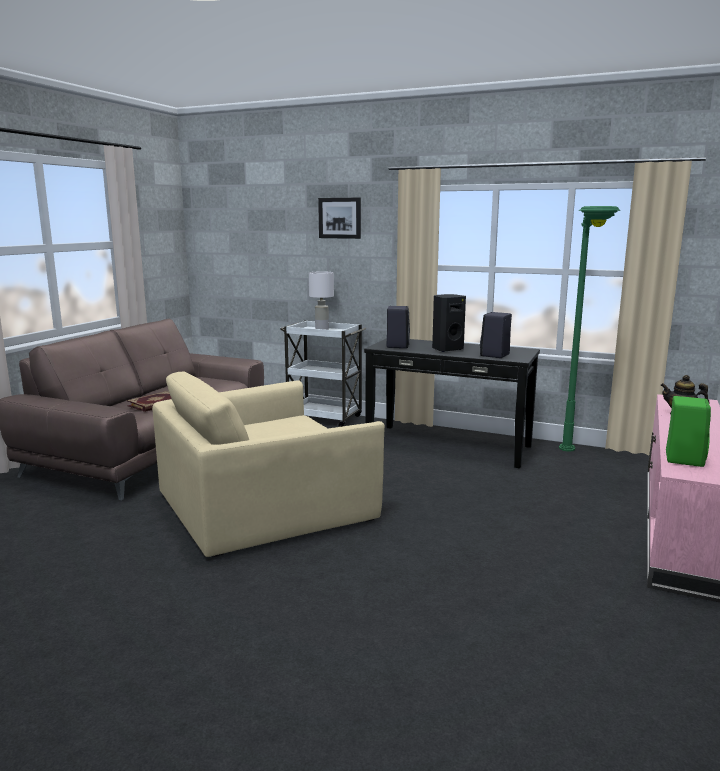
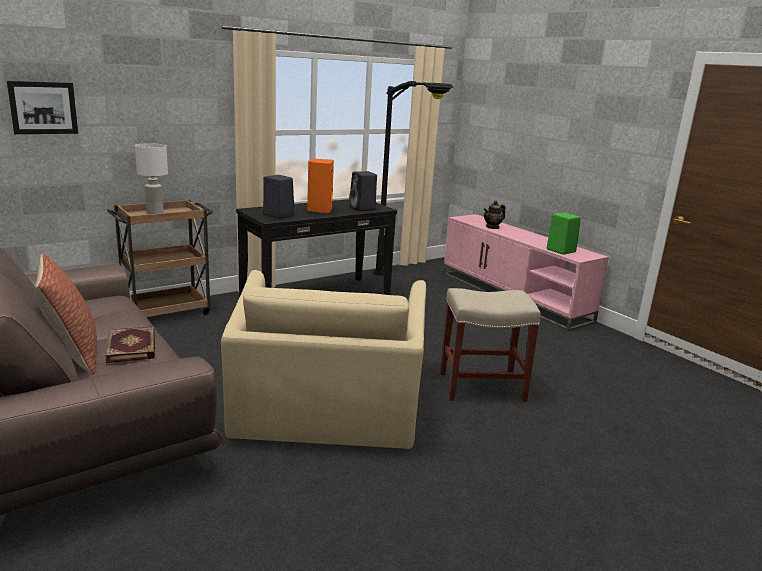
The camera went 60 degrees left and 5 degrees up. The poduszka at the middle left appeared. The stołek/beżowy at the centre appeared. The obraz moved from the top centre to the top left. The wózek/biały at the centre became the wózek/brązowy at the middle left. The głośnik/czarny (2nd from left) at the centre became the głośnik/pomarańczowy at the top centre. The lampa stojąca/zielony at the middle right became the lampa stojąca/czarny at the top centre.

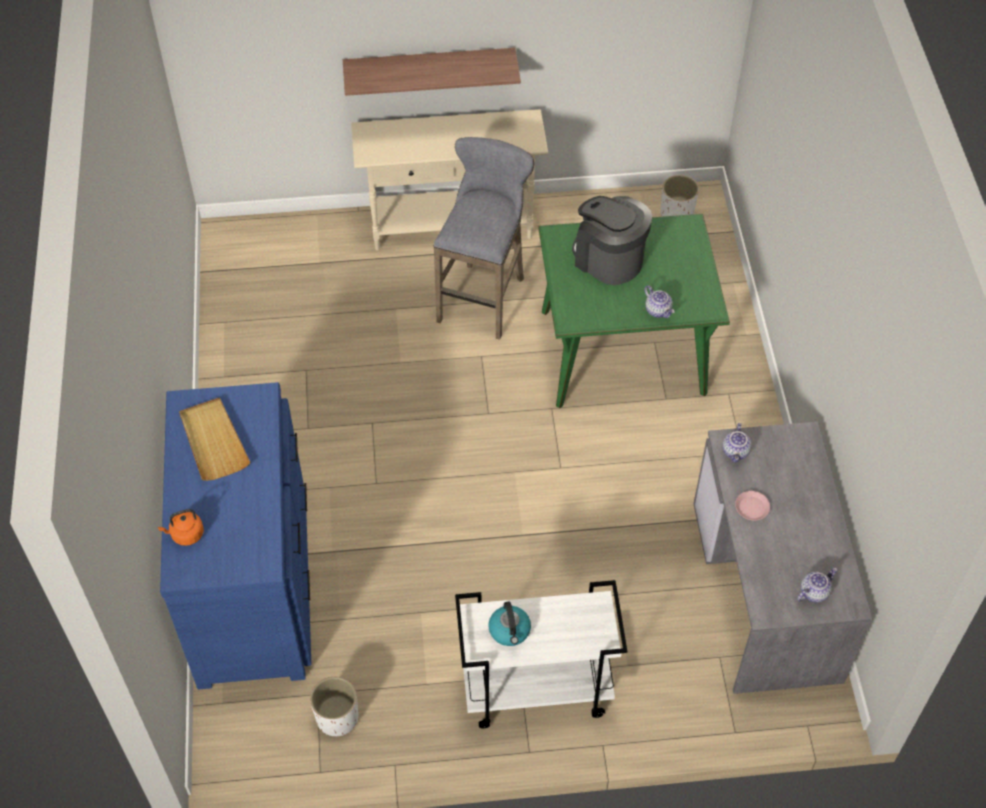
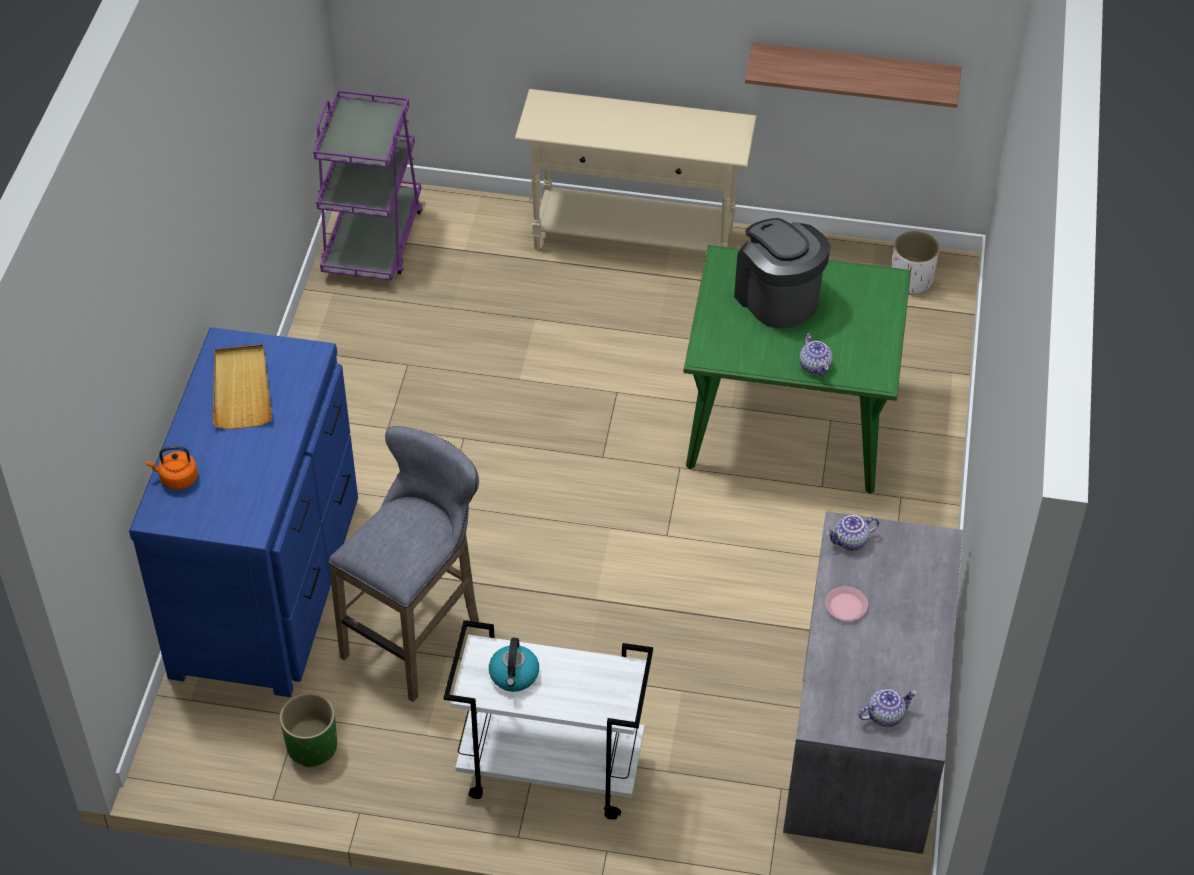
The camera went 15 degrees right and 5 degrees down. The wózek/fioletowy at the top left appeared. The półka moved from the top centre to the top right. The stołek/szary moved from the top centre to the centre. The donica/biały (1st from left) at the bottom centre became the donica/zielony at the bottom left. The imbryk (2nd from left) at the middle right turned 45 degrees clockwise.

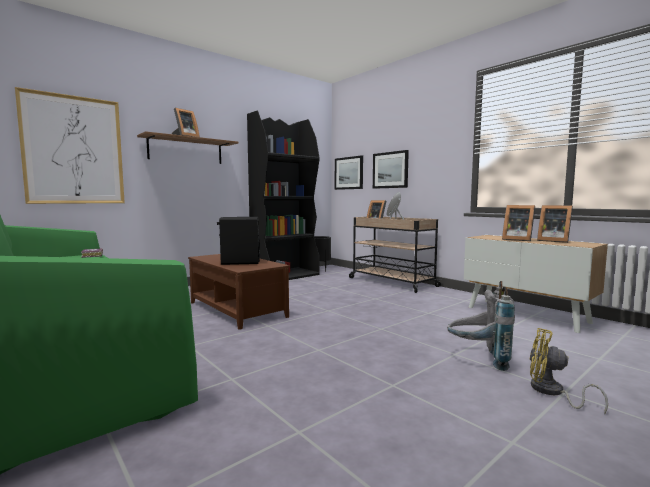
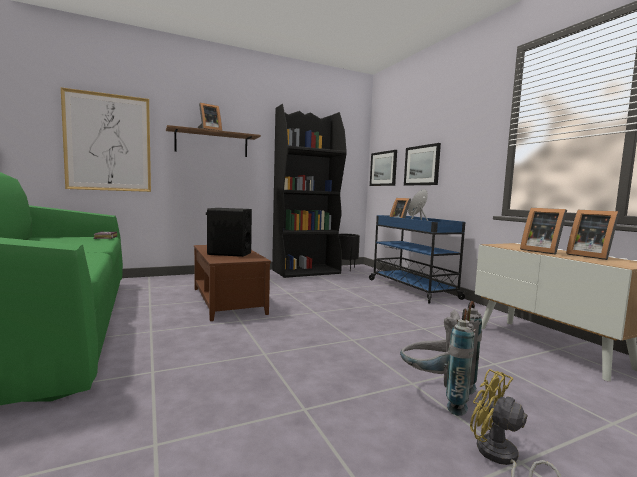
The camera went 15 degrees right and 0 degrees up. The wózek/beżowy at the centre became the wózek/niebieski at the centre.

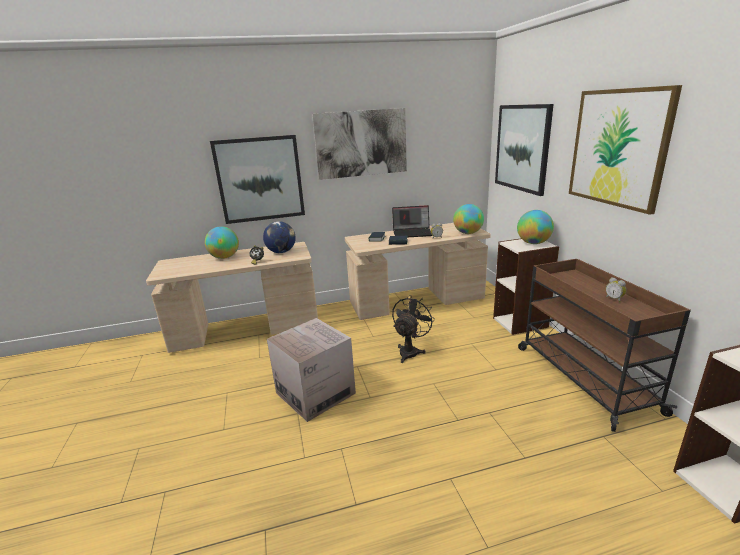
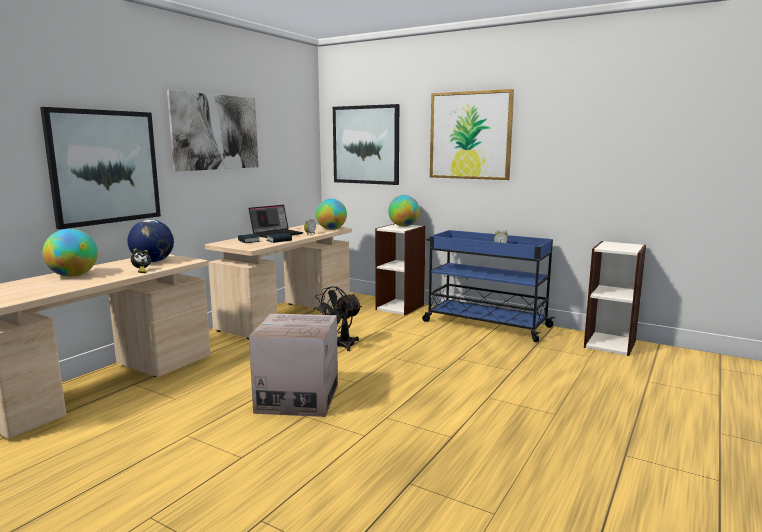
The camera went 45 degrees left and 10 degrees down. The wózek/brązowy at the middle right became the wózek/niebieski at the centre. The wentylator/czarny at the centre turned 120 degrees counterclockwise.

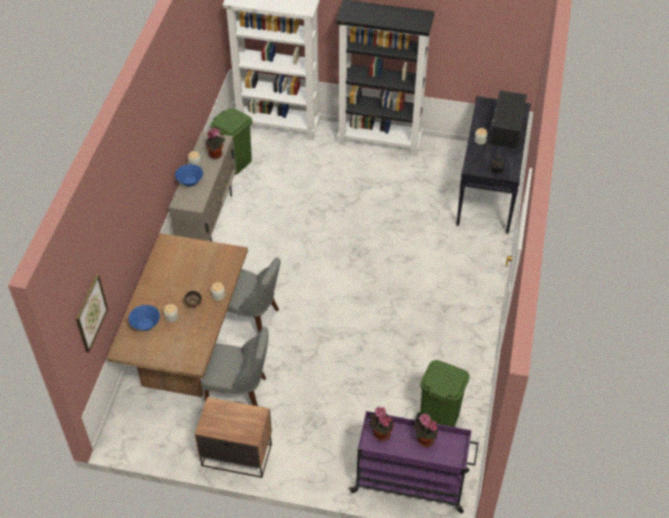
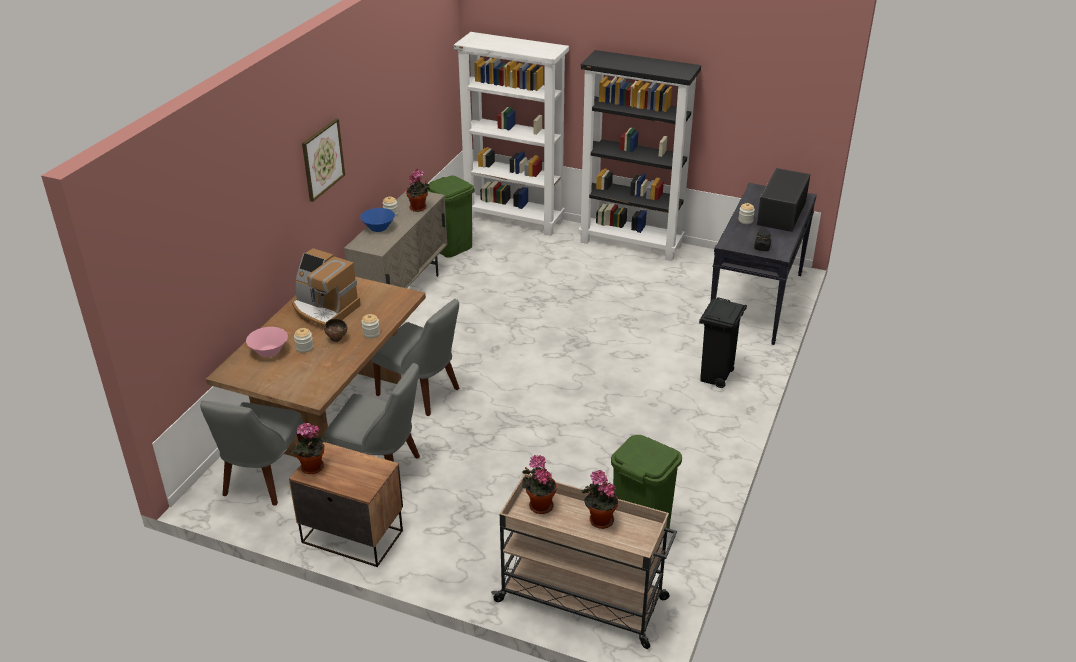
The camera went 10 degrees right and 15 degrees down. The krzesło/szary (1st from left) at the bottom left appeared. The roślina doniczkowa (1st from left) at the bottom left appeared. The ekspres do kawy at the middle left appeared. The kosz na śmieci/czarny at the middle right appeared. The obraz moved from the middle left to the top left. The miska/niebieski (1st from left) at the middle left became the miska/różowy at the middle left. The wózek/fioletowy at the bottom centre became the wózek/beżowy at the bottom centre.

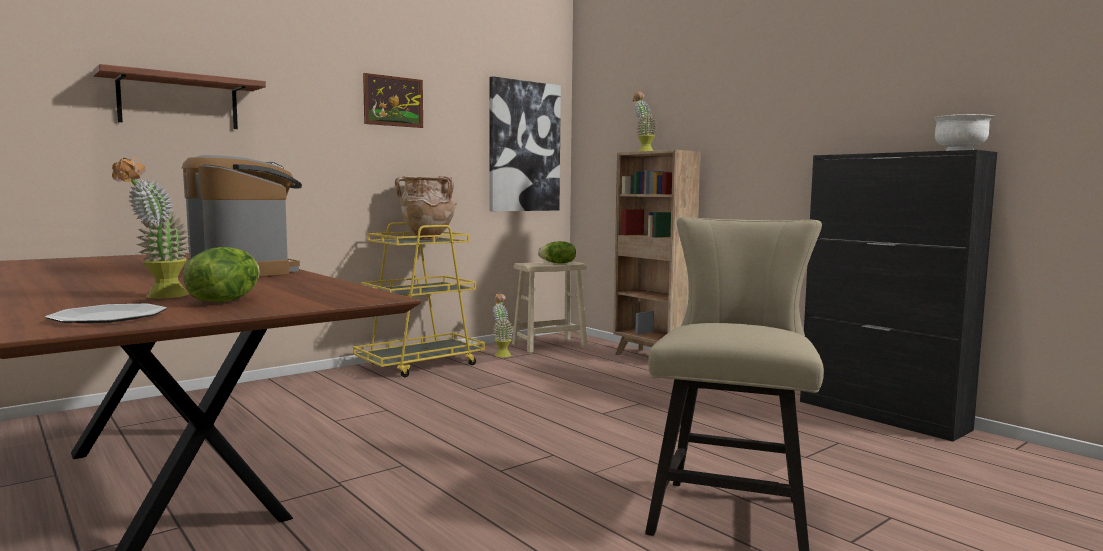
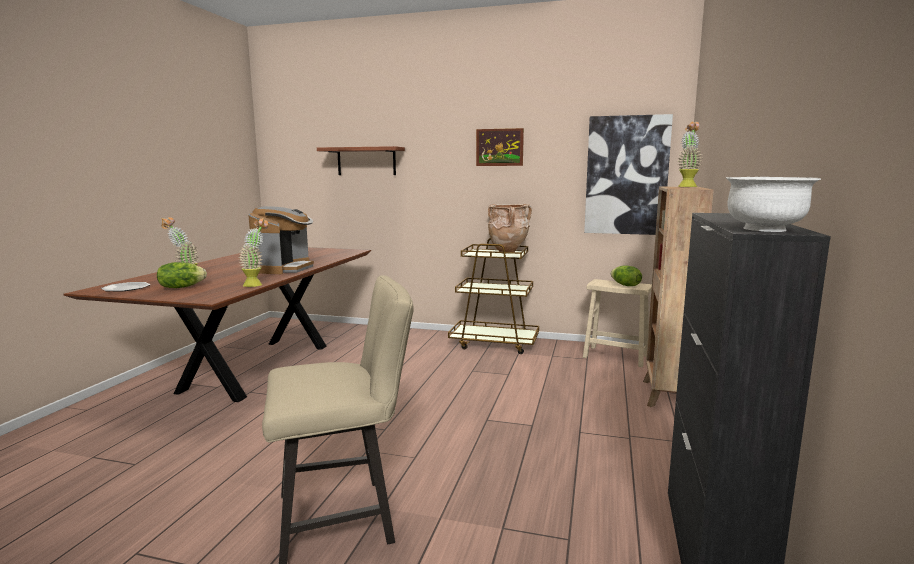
The camera went 55 degrees right and 5 degrees up. The roślina doniczkowa (2nd from left) moved from the centre to the middle left. The wózek/żółty at the centre became the wózek/brązowy at the centre.

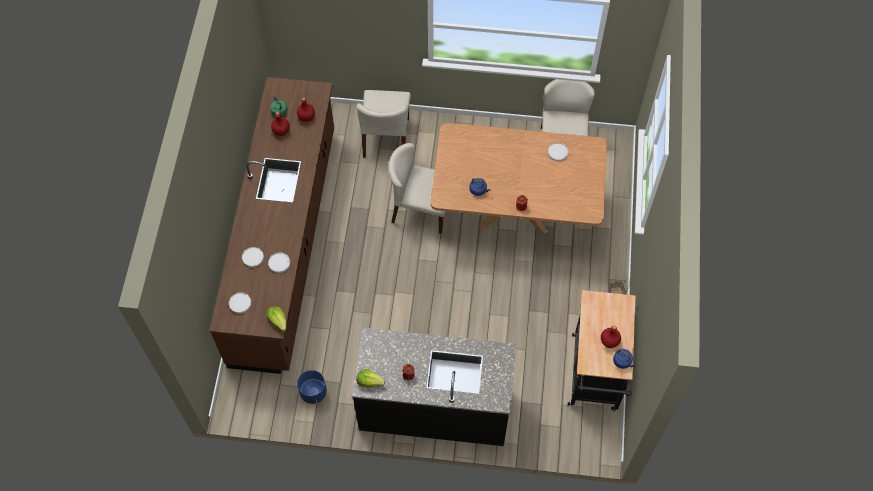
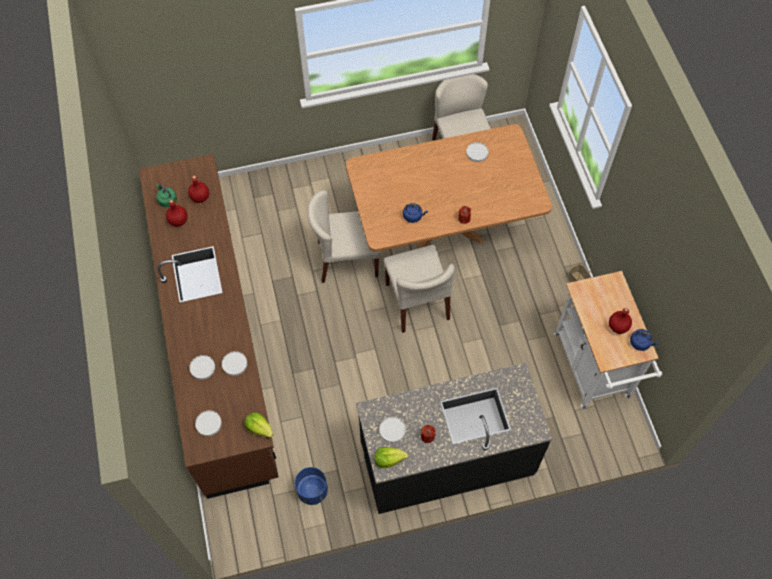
The camera went 20 degrees left and 0 degrees up. The talerz/biały (4th from left) at the bottom centre appeared. The krzesło/beżowy (1st from left in the first image) moved from the top centre to the centre. The wózek/czarny at the bottom right became the wózek/biały at the middle right.

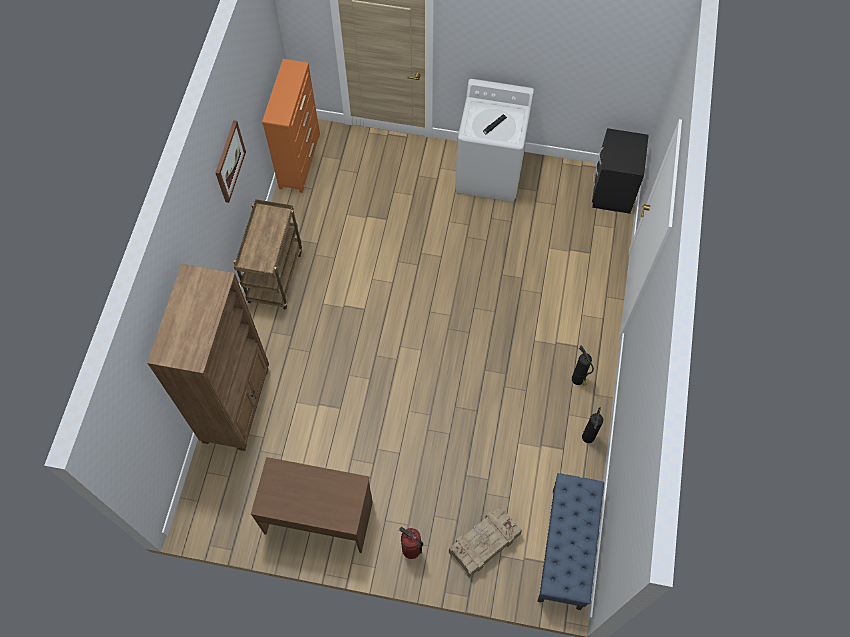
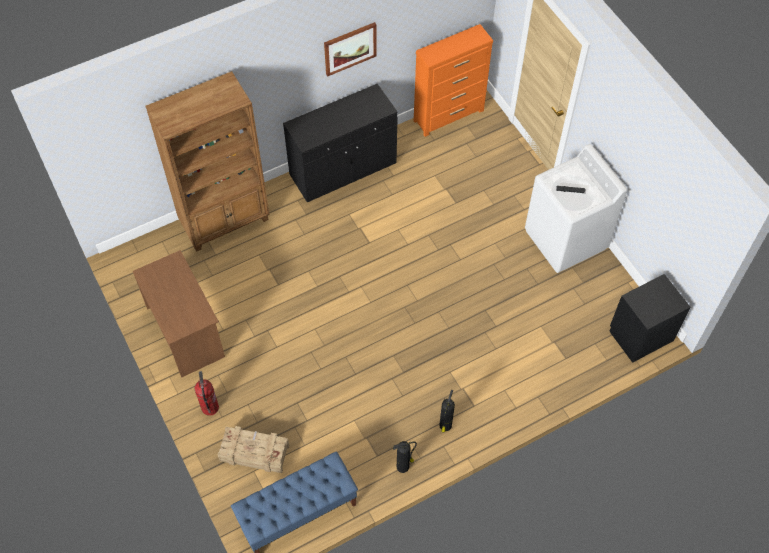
The camera went 50 degrees right and 5 degrees down. The wózek/brązowy at the middle left was replaced by the szafka/czarny at the top centre.

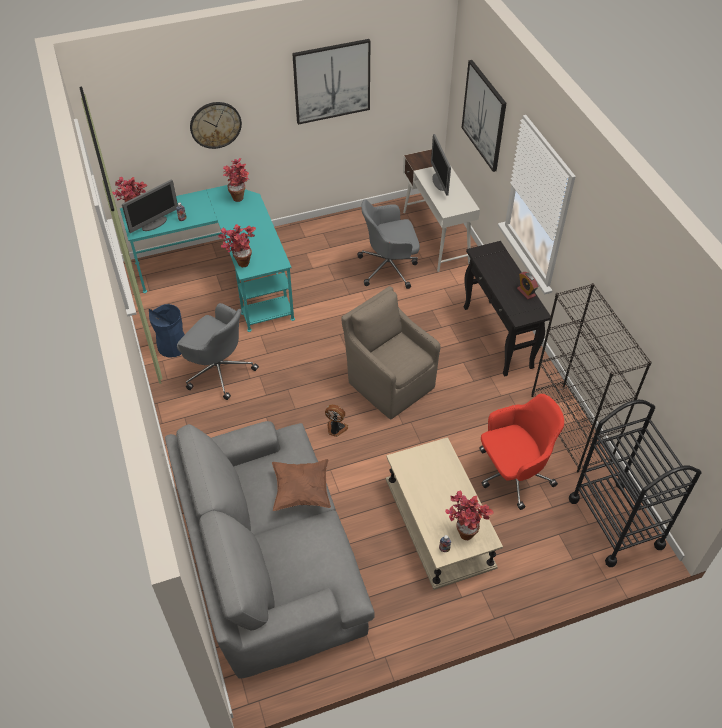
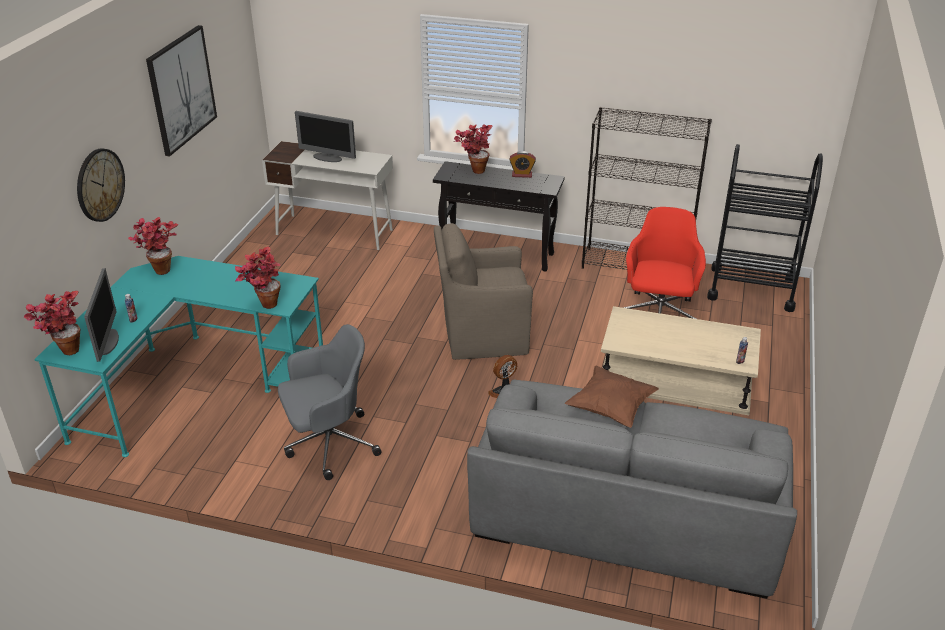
The camera went 55 degrees left and 15 degrees down. The kosz na śmieci/niebieski at the middle left disappeared. The krzesło biurowe/szary (2nd from left) at the centre disappeared. The obraz (2nd from left) at the top right disappeared. The roślina doniczkowa (4th from left) moved from the bottom centre to the top centre.

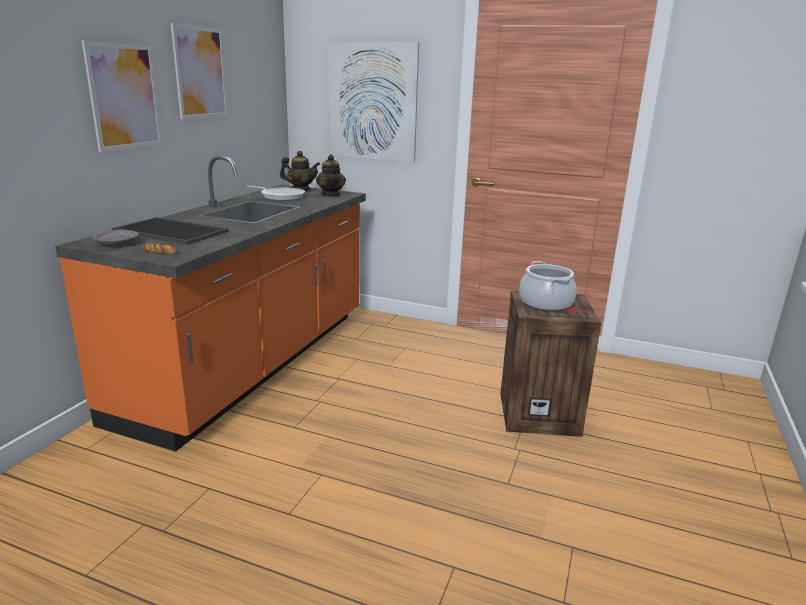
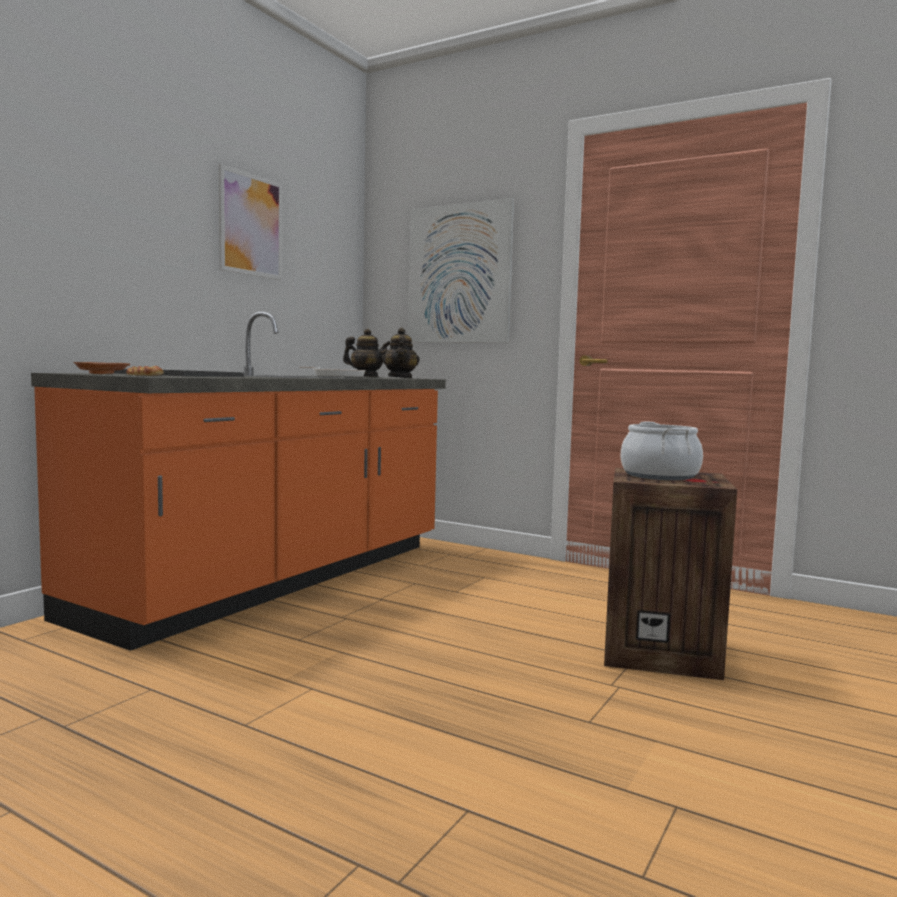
The camera went 10 degrees right and 15 degrees down. The obraz (1st from left) at the top left disappeared. The talerz/szary at the middle left became the talerz/brązowy at the middle left.

